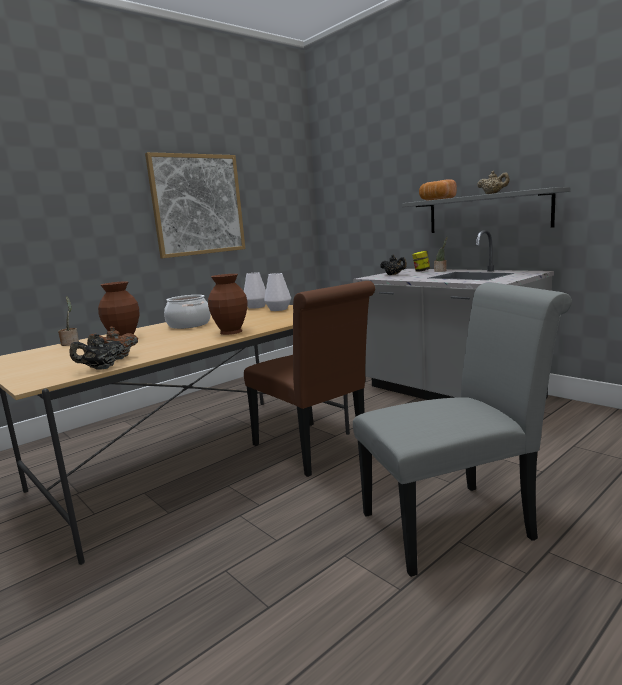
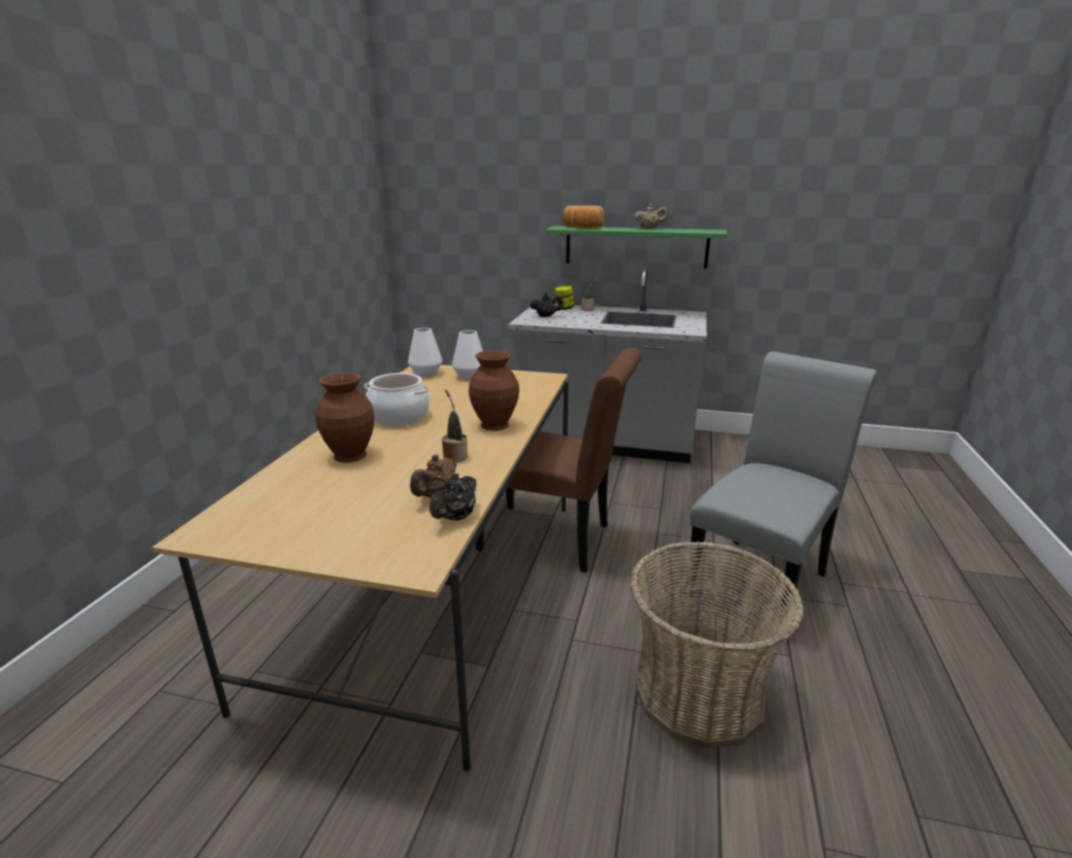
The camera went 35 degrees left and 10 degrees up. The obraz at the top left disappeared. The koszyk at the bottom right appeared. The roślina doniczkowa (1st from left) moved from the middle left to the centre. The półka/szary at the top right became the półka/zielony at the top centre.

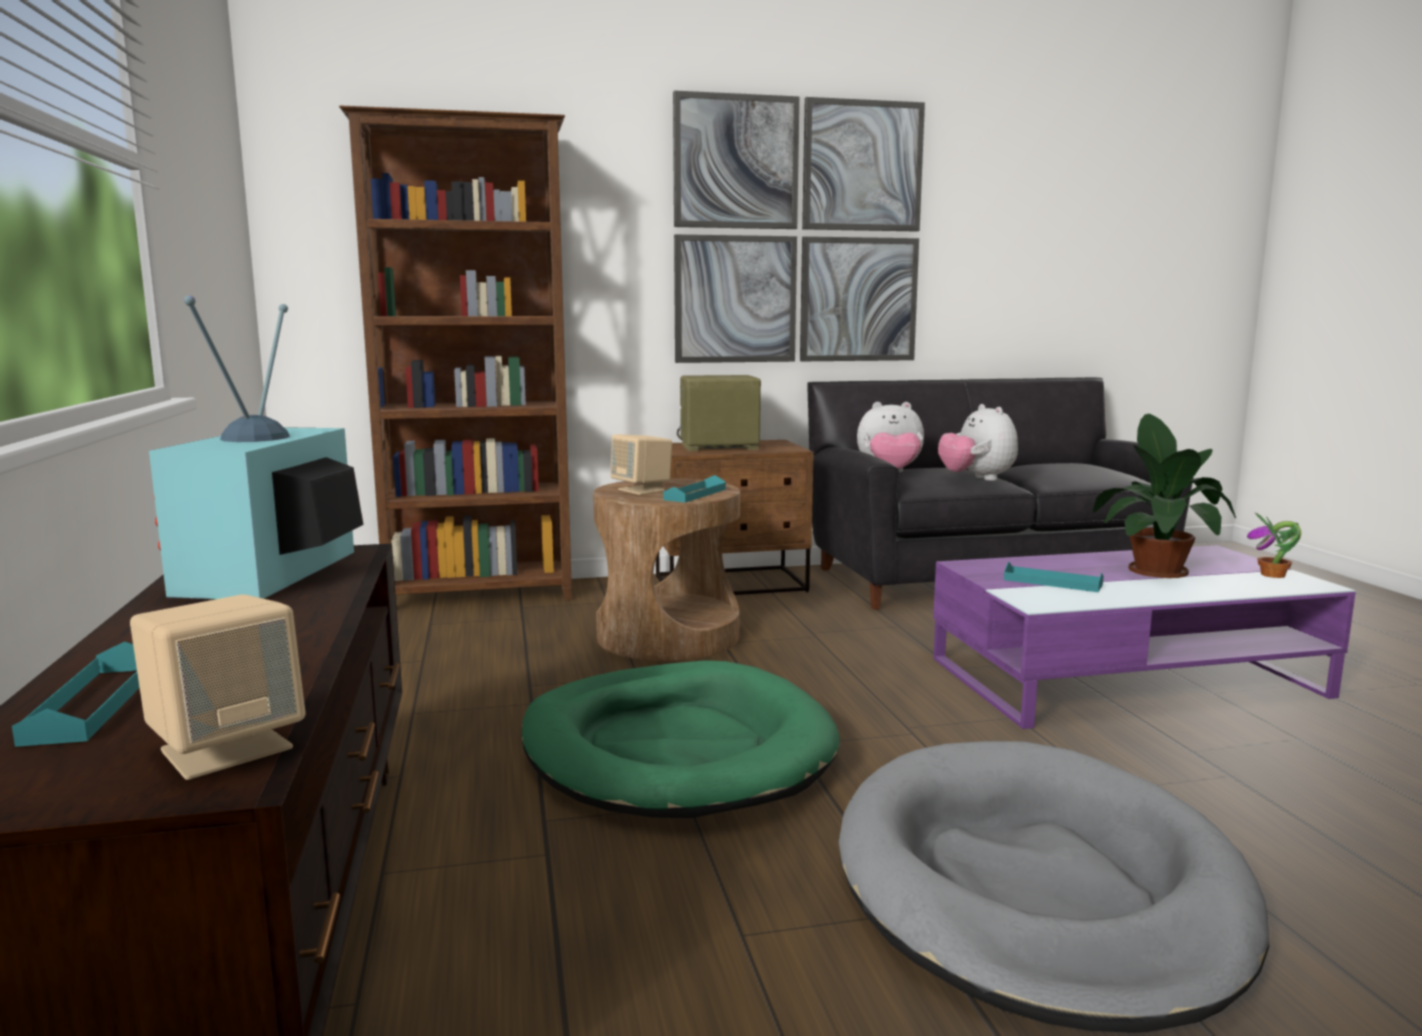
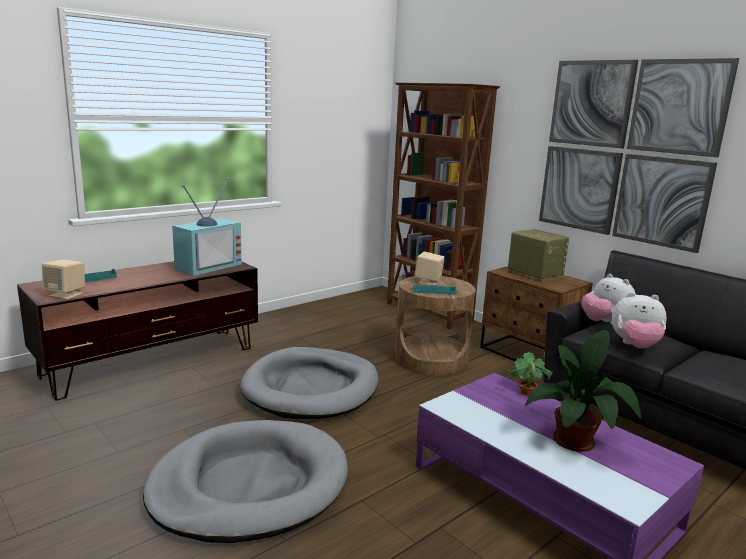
The camera went 60 degrees right and 5 degrees up. The taca/turkusowy (3rd from left) at the middle right disappeared. The roślina doniczkowa (2nd from left in the first image) moved from the middle right to the bottom right. The legowisko/zielony at the bottom centre became the legowisko/szary (2nd from left) at the bottom centre. The telewizor at the middle left turned 150 degrees clockwise. The pluszak (2nd from left) at the middle right turned 120 degrees counterclockwise.

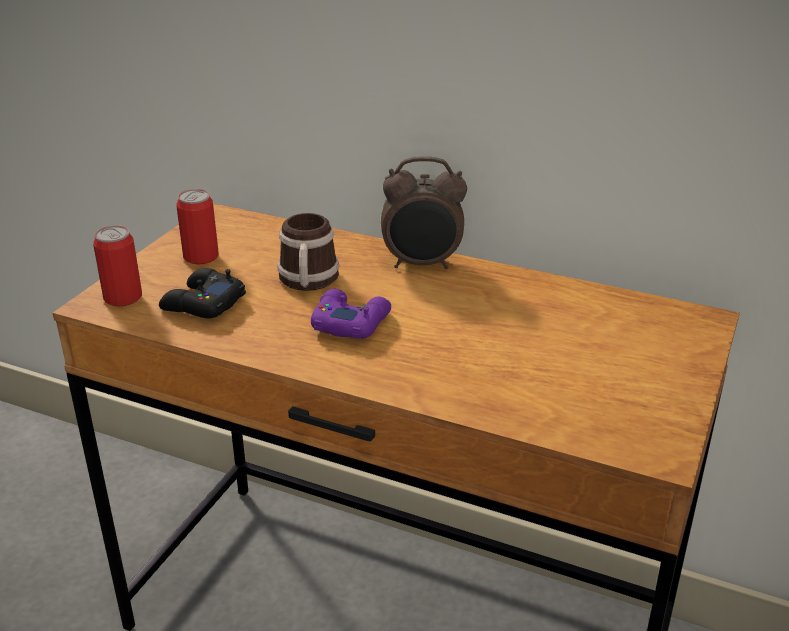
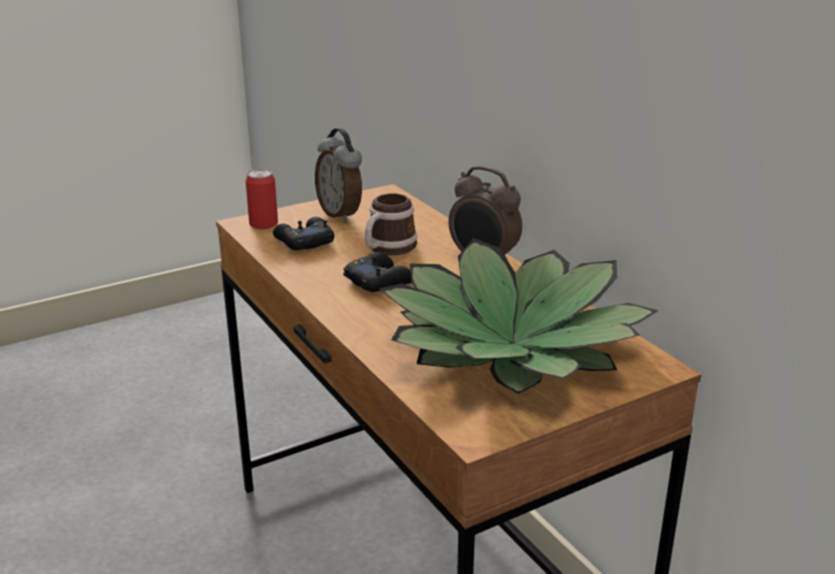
The camera went 35 degrees right and 5 degrees down. The roślina doniczkowa at the centre appeared. The puszka (2nd from left) at the middle left was replaced by the budzik (1st from left) at the top centre. The pad do gier/fioletowy at the centre became the pad do gier/czarny (2nd from left) at the centre.

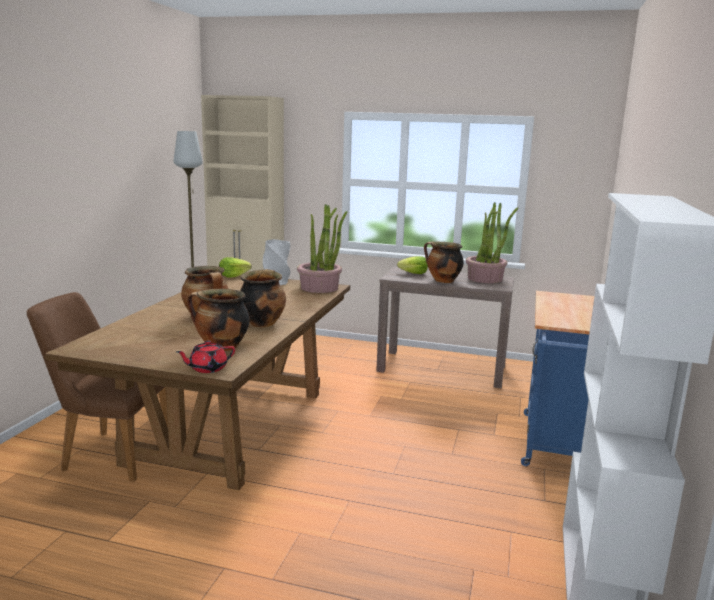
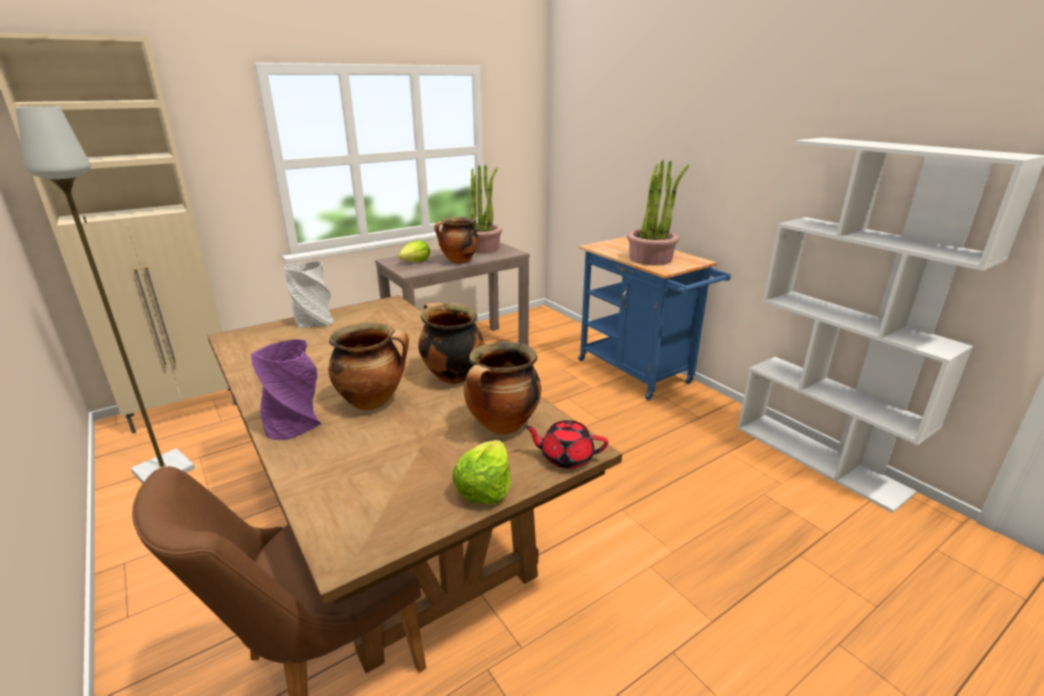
The camera went 50 degrees left and 10 degrees up. The wazon/fioletowy at the middle left appeared. The sałata (1st from left in the first image) moved from the middle left to the bottom centre. The roślina doniczkowa (1st from left in the first image) moved from the centre to the top centre. The imbryk/czerwony at the middle left turned 90 degrees clockwise.

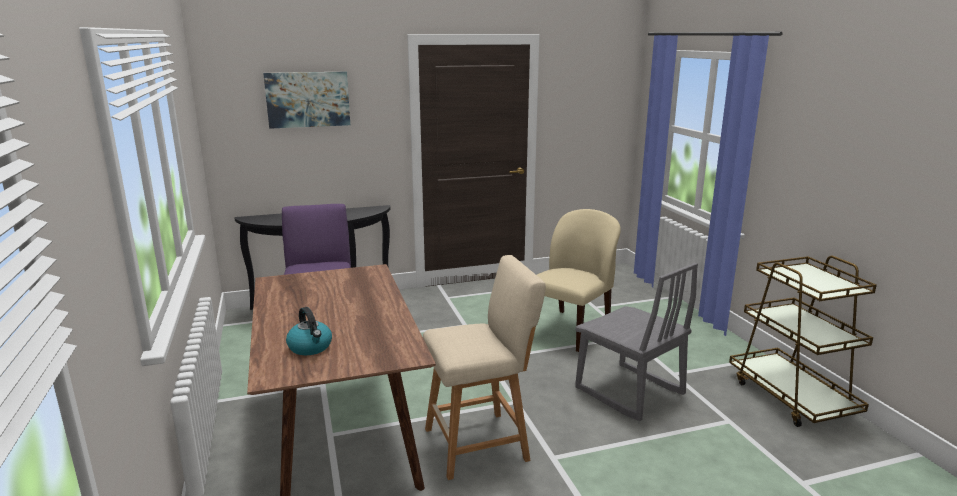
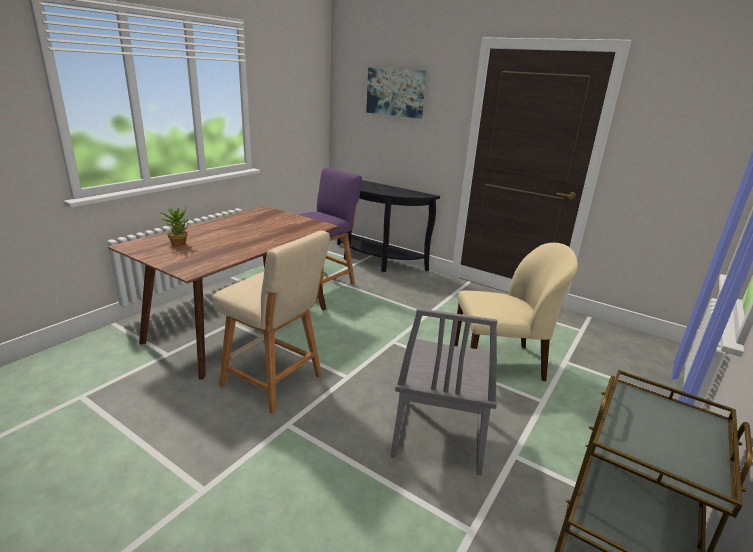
The camera went 50 degrees right and 5 degrees up. The czajnik at the bottom left was replaced by the roślina doniczkowa at the middle left.

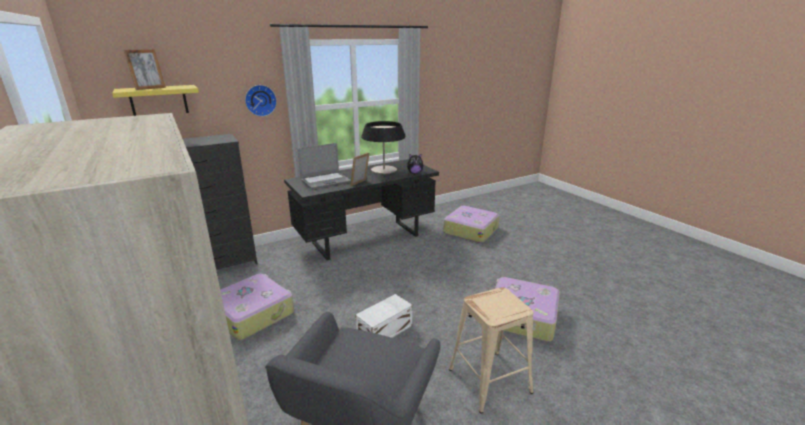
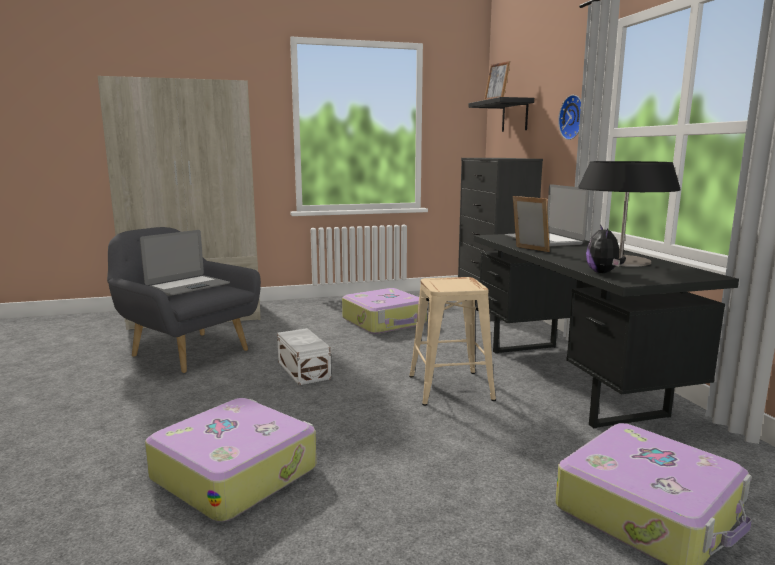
The camera went 105 degrees right and 10 degrees down. The laptop (1st from left) at the middle left appeared. The stołek/beżowy moved from the bottom centre to the centre. The półka/żółty at the top left became the półka/czarny at the top centre.

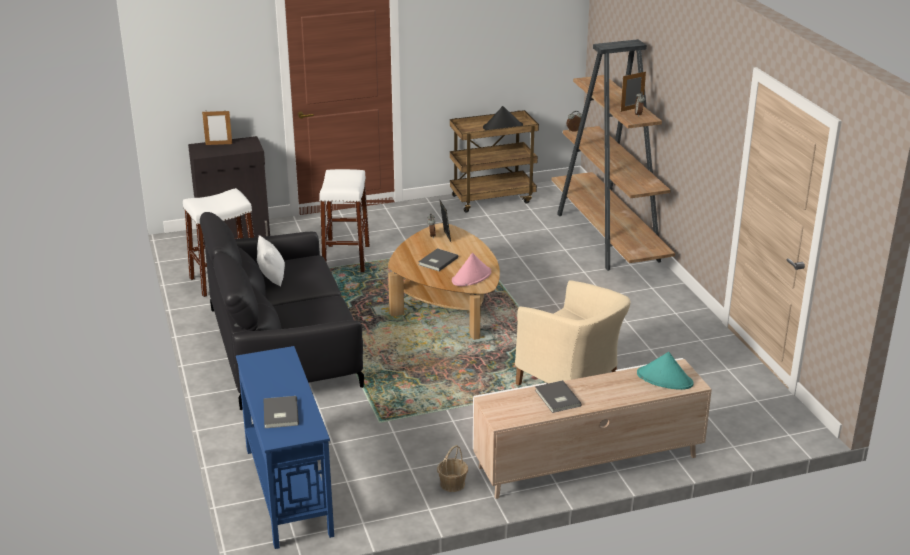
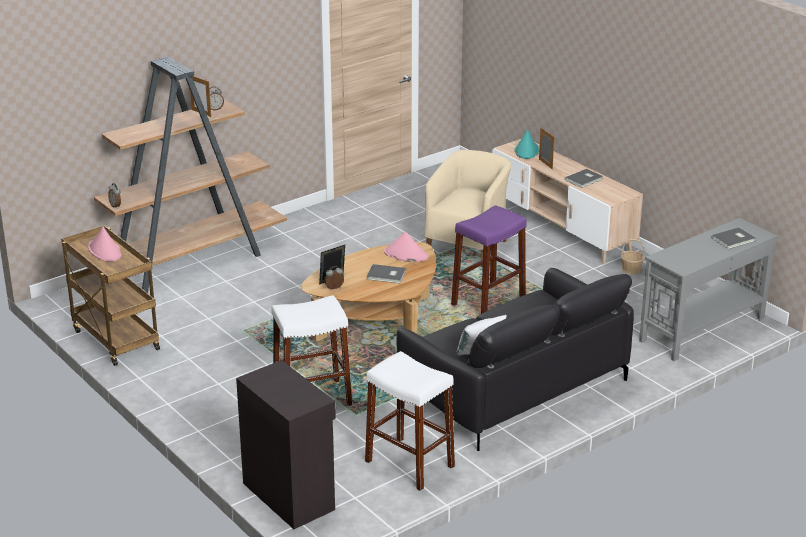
The camera went 110 degrees left and 0 degrees up. The stołek/fioletowy at the centre appeared. The ramka na zdjęcie (1st from left in the first image) moved from the top left to the top right. The stolik konsolowy/niebieski at the bottom left became the stolik konsolowy/szary at the middle right. The kapelusz/czarny at the top centre became the kapelusz/różowy (1st from left) at the middle left.

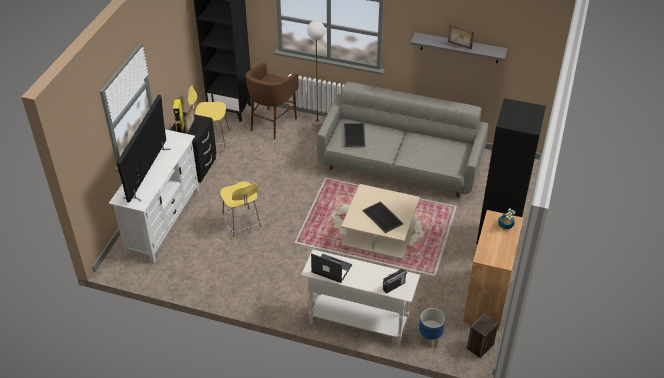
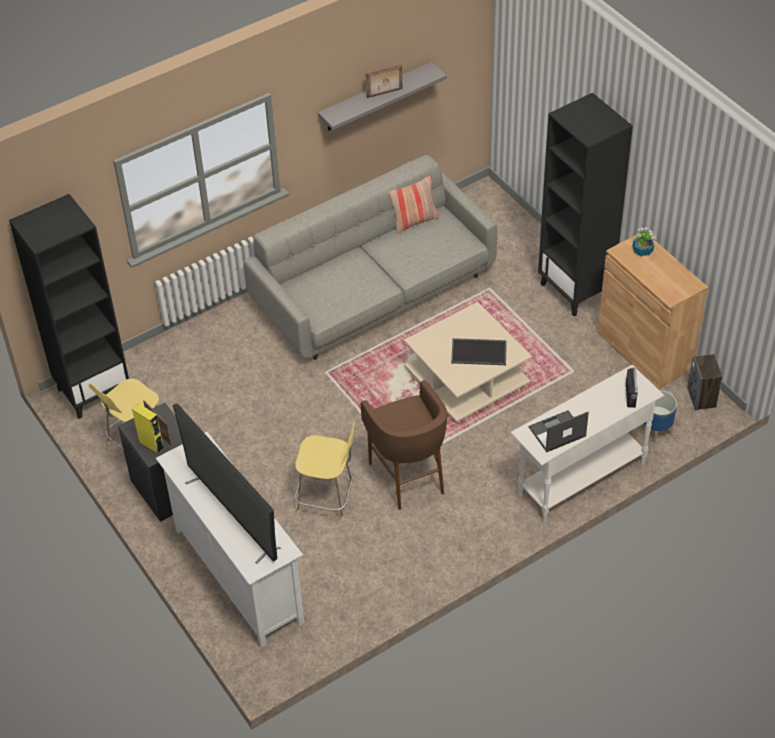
The camera went 50 degrees left and 5 degrees up. The lampa stojąca at the top centre disappeared. The taca (1st from left) at the centre disappeared. The poduszka at the top centre appeared. The stołek/brązowy moved from the top centre to the centre.

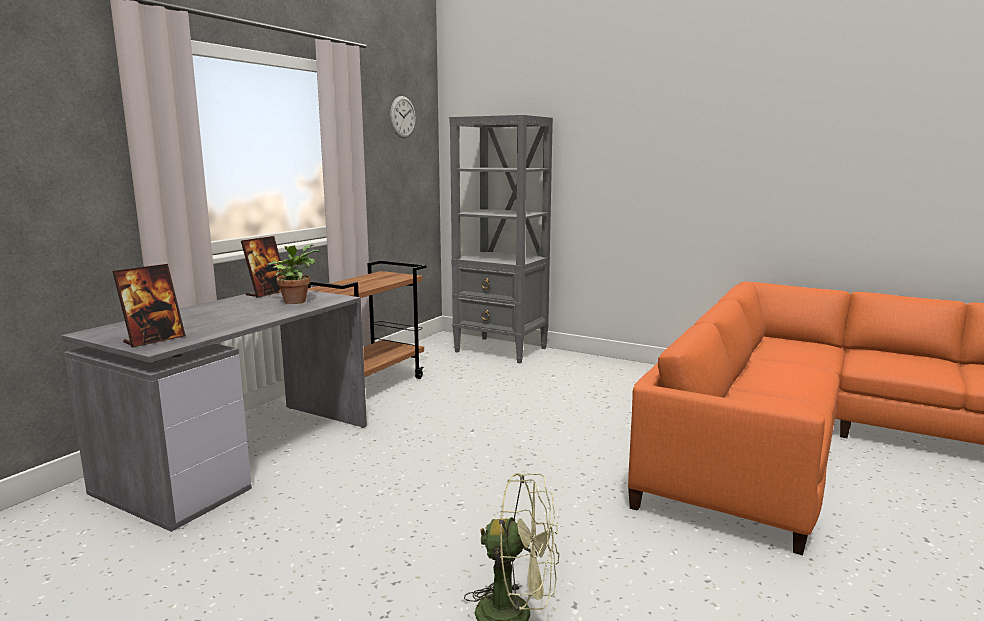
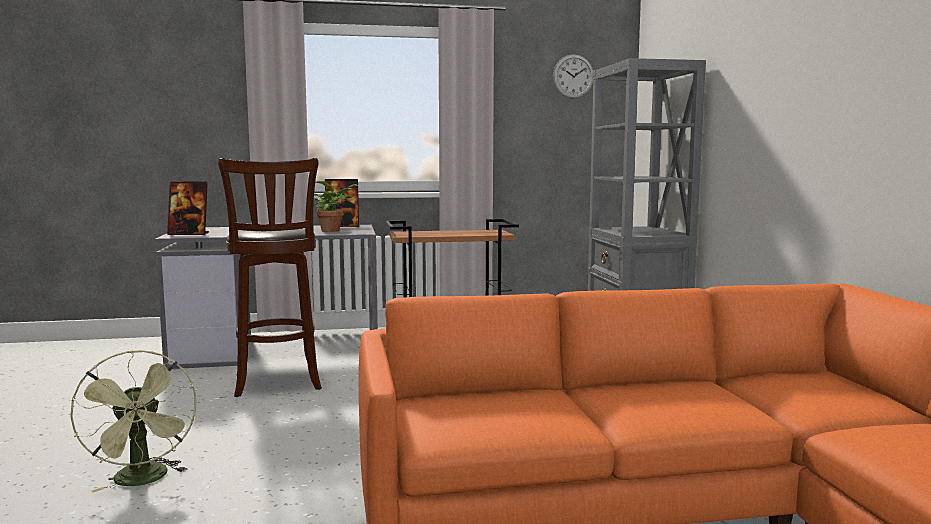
The camera went 50 degrees right and 5 degrees down. The stołek/brązowy at the middle left appeared.

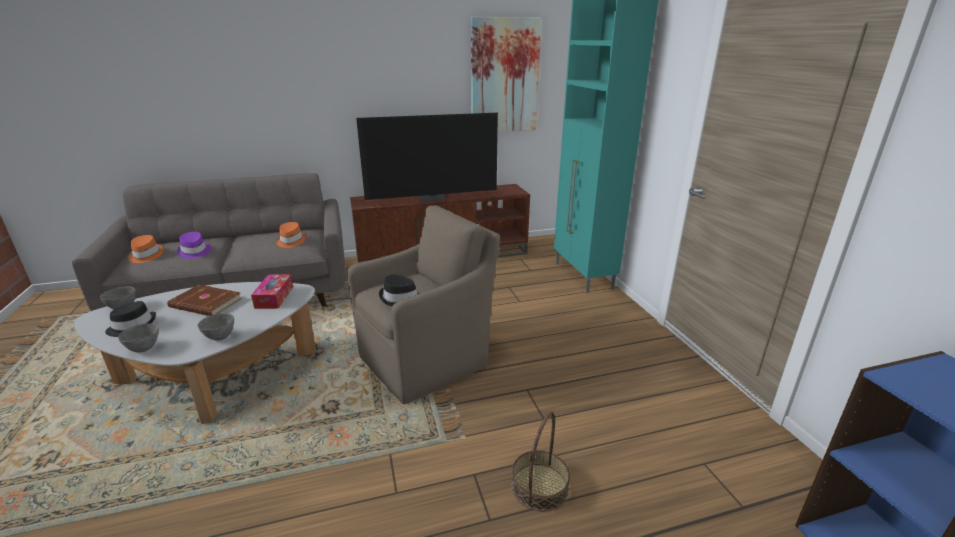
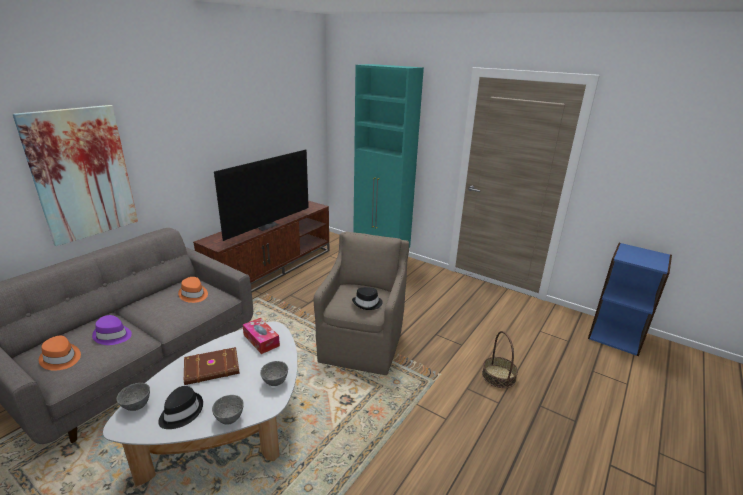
The camera went 40 degrees left and 0 degrees up. The obraz moved from the top centre to the middle left.

